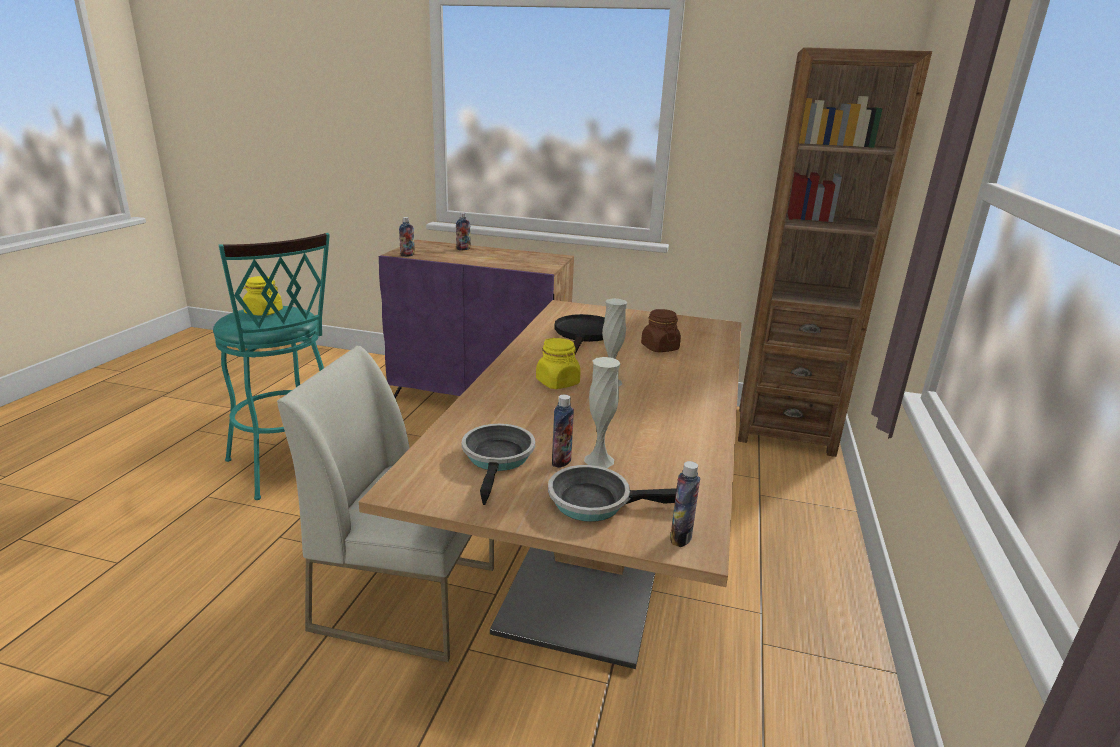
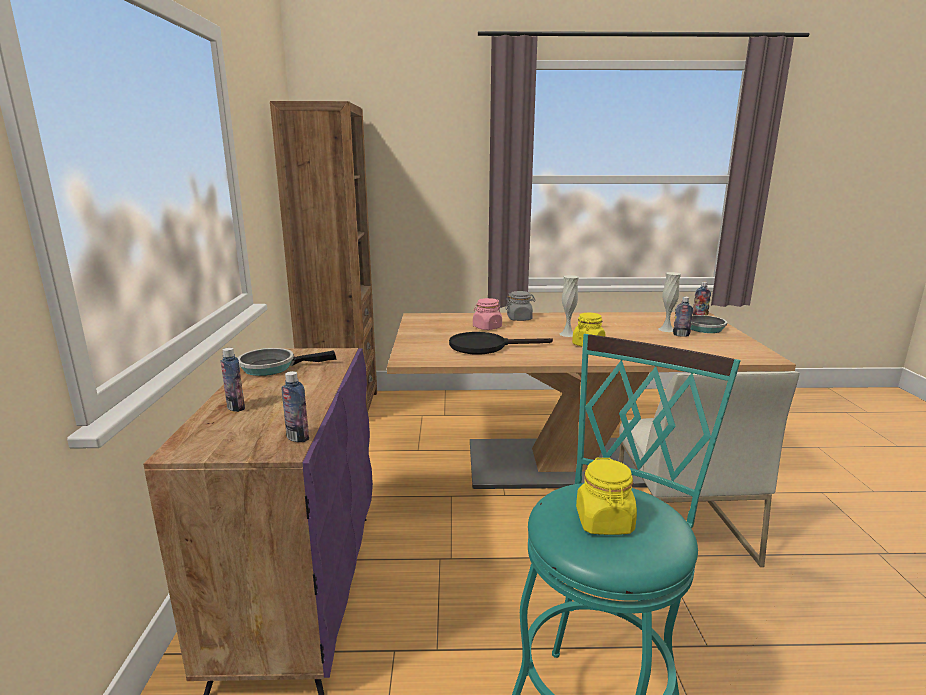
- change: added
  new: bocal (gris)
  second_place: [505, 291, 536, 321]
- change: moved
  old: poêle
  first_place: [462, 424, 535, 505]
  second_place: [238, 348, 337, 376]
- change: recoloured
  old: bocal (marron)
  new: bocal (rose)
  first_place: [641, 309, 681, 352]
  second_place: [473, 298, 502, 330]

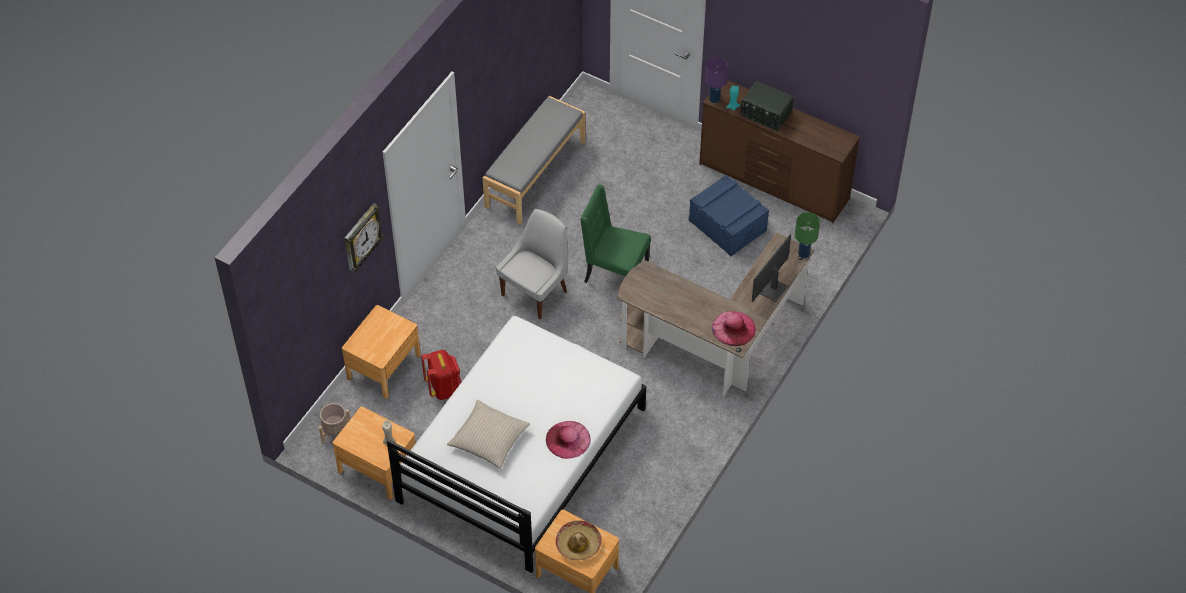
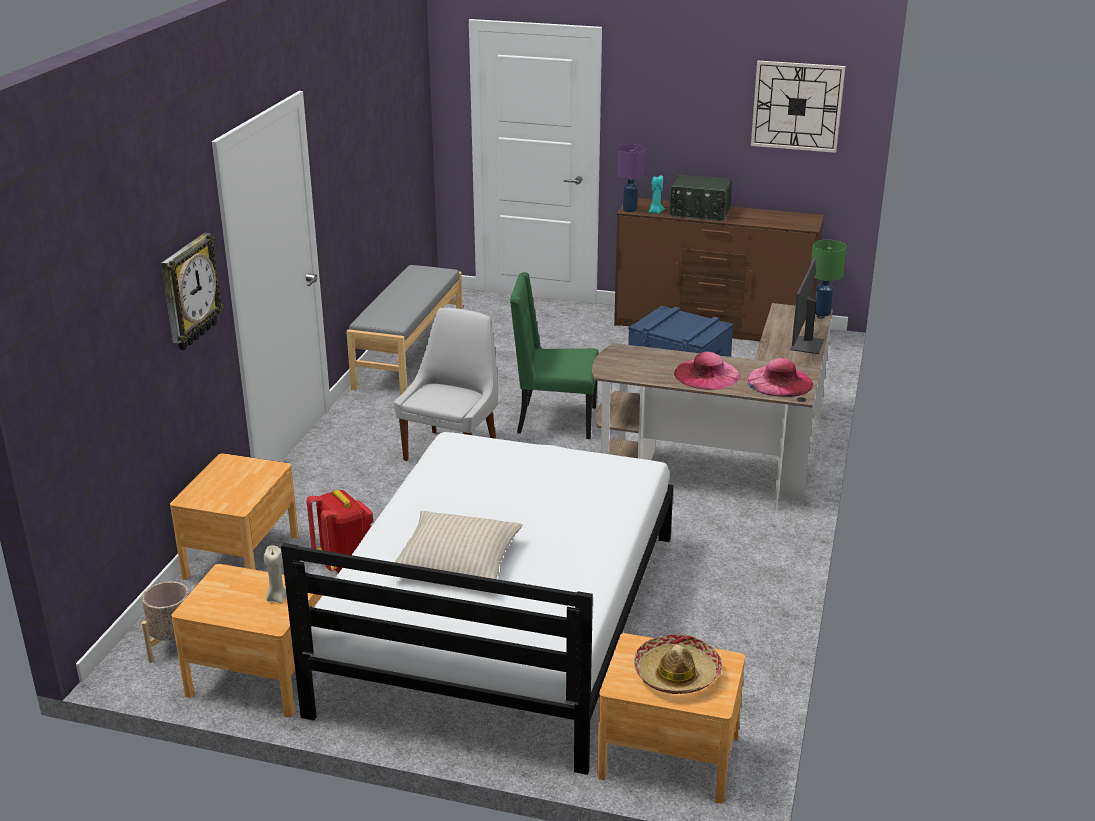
- change: added
  new: horloge murale
  second_place: [751, 61, 845, 153]
- change: moved
  old: chapeau (rose)
  first_place: [546, 421, 591, 459]
  second_place: [674, 352, 740, 390]

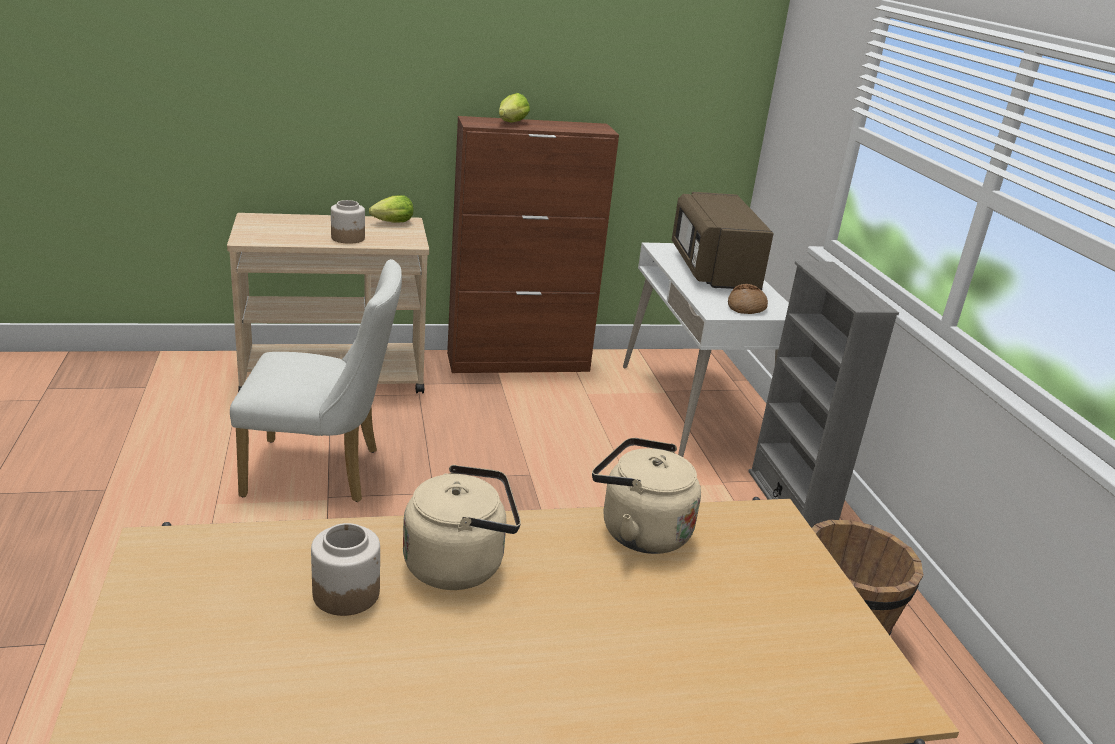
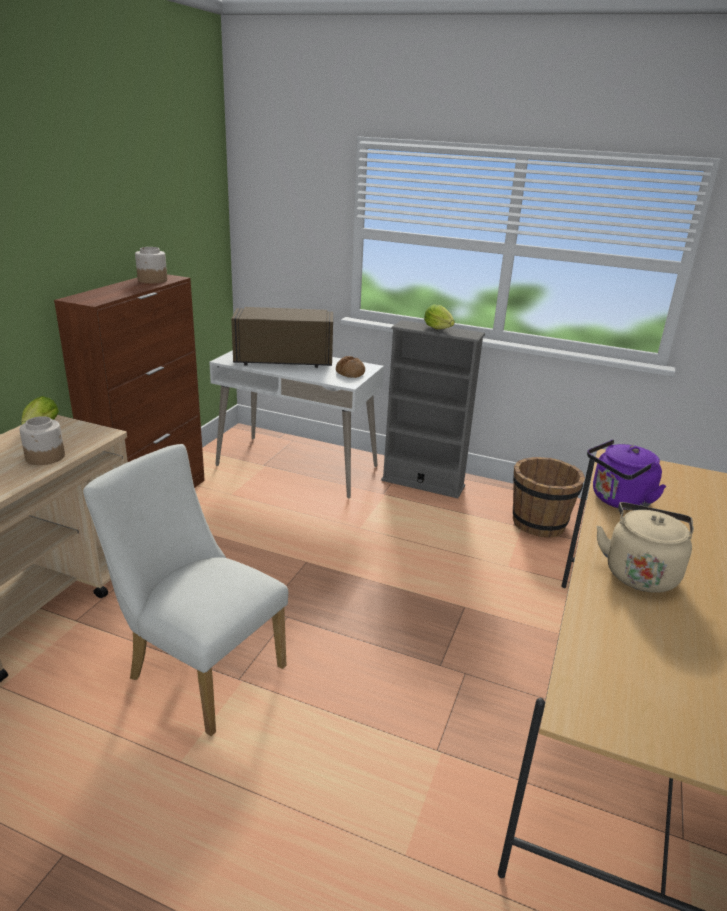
- change: moved
  old: bocal
  first_place: [311, 523, 380, 616]
  second_place: [135, 247, 167, 283]
- change: moved
  old: laitue
  first_place: [499, 93, 530, 123]
  second_place: [424, 304, 455, 329]
- change: recoloured
  old: bouilloire (beige)
  new: bouilloire (violet)
  first_place: [592, 438, 701, 554]
  second_place: [587, 440, 666, 510]
- change: turned
  old: chaise (blanc)
  first_place: [230, 259, 402, 502]
  second_place: [83, 444, 288, 736]
  degrees: -90
- change: turned
  old: micro-ondes (marron)
  first_place: [672, 192, 774, 290]
  second_place: [231, 307, 333, 368]
  degrees: 150

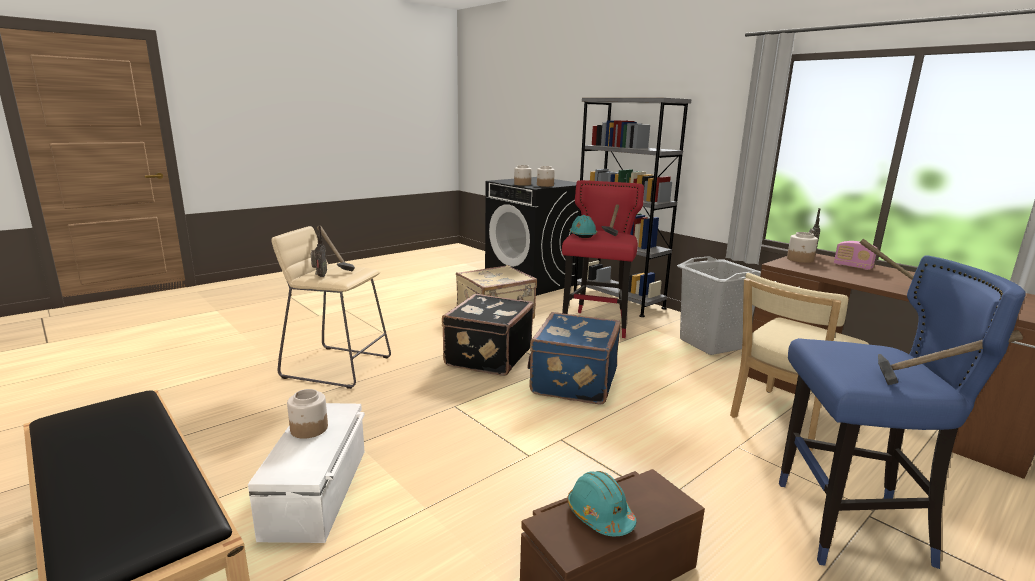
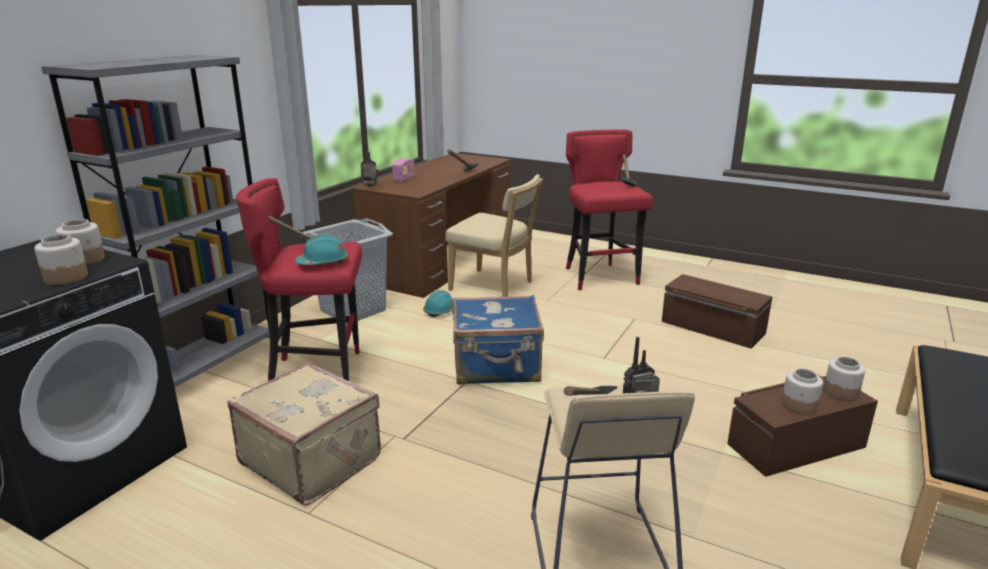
- change: removed
  old: valise (noir)
  first_place: [442, 294, 534, 376]
- change: moved
  old: casque de chantier (turquoise)
  first_place: [567, 471, 636, 536]
  second_place: [423, 290, 454, 317]
- change: moved
  old: bocal
  first_place: [787, 232, 818, 263]
  second_place: [824, 357, 865, 401]
- change: recoloured
  old: boîte de rangement (blanc)
  new: boîte de rangement (marron)
  first_place: [248, 403, 365, 543]
  second_place: [727, 375, 878, 477]
- change: recoloured
  old: tabouret (bleu)
  new: tabouret (rouge)
  first_place: [779, 255, 1026, 569]
  second_place: [566, 130, 653, 290]

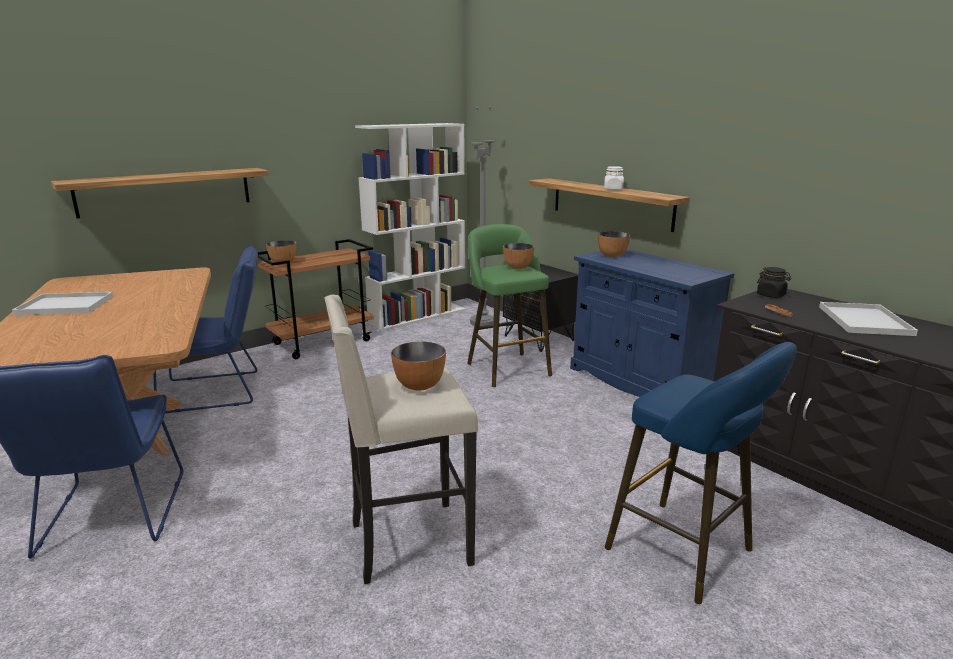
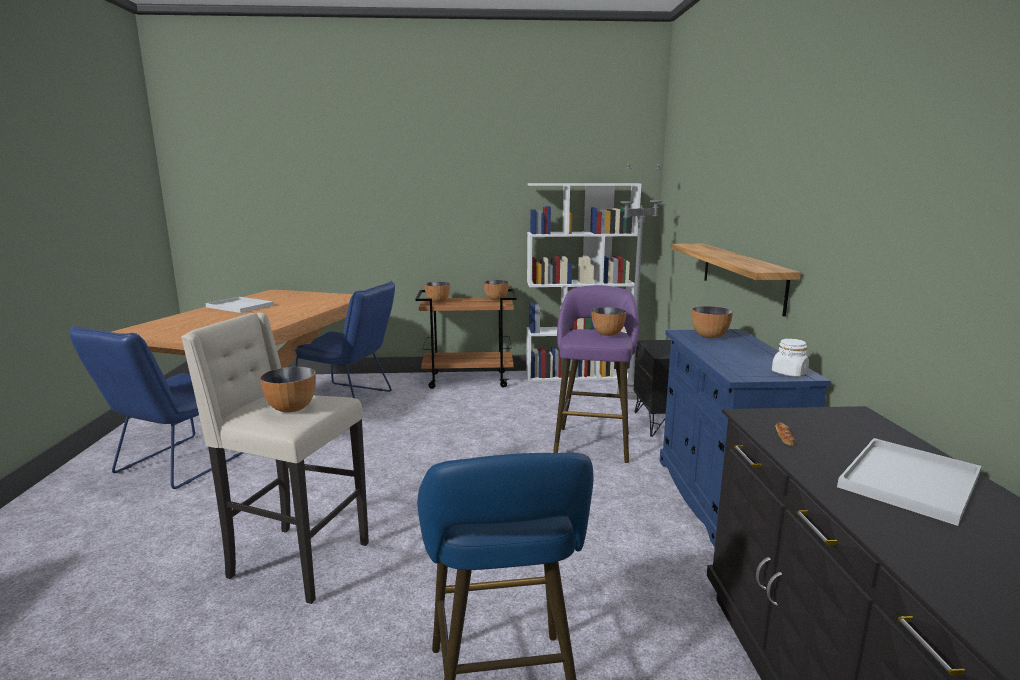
- change: removed
  old: étagère
  first_place: [51, 168, 269, 219]
- change: removed
  old: bocal (noir)
  first_place: [757, 267, 791, 298]
- change: added
  new: bol
  second_place: [484, 280, 509, 301]
- change: moved
  old: bocal (blanc)
  first_place: [604, 166, 624, 190]
  second_place: [772, 339, 809, 377]
- change: recoloured
  old: tabouret (vert)
  new: tabouret (violet)
  first_place: [467, 224, 552, 387]
  second_place: [553, 285, 639, 463]

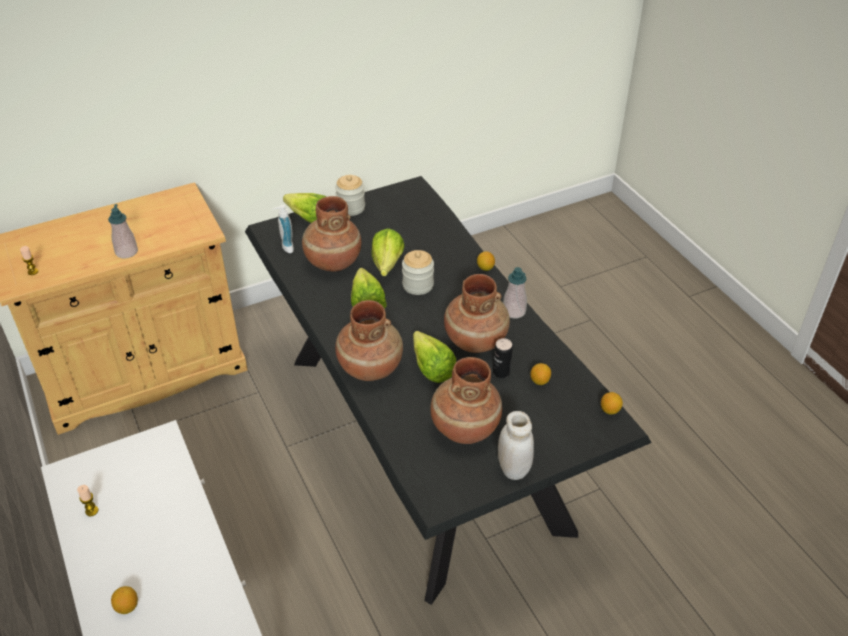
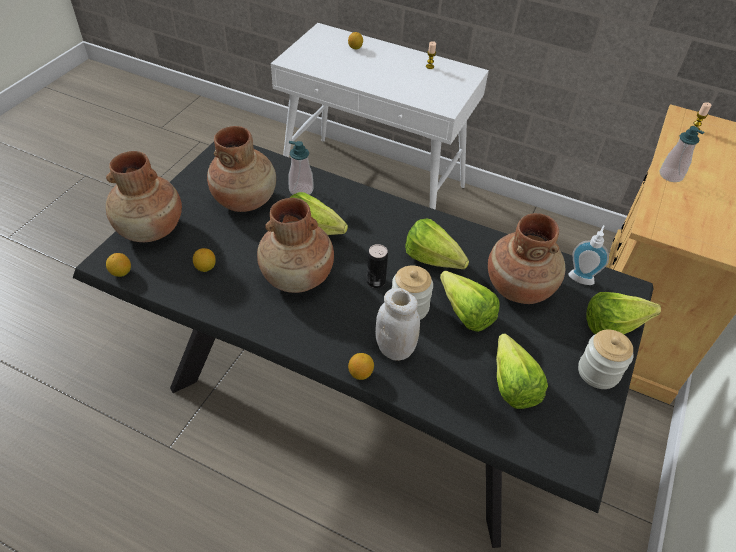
- change: added
  new: laitue
  second_place: [496, 334, 548, 409]
- change: moved
  old: vase (marron)
  first_place: [335, 300, 403, 381]
  second_place: [106, 151, 182, 242]
- change: moved
  old: boîte métallique
  first_place: [493, 338, 513, 378]
  second_place: [367, 244, 388, 288]
- change: moved
  old: bocal (blanc)
  first_place: [498, 411, 534, 480]
  second_place: [375, 288, 420, 361]
- change: moved
  old: distributeur de savon
  first_place: [503, 267, 527, 319]
  second_place: [288, 141, 314, 195]

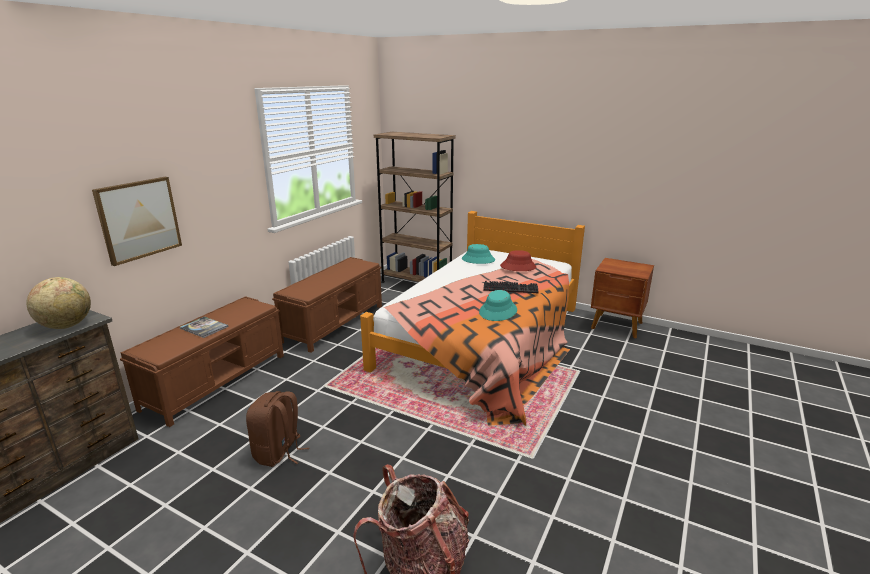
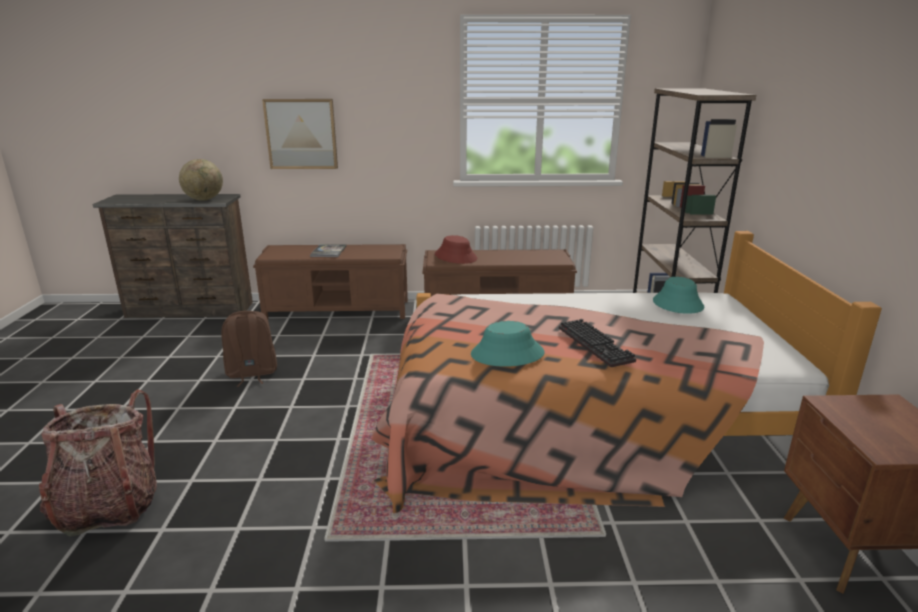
- change: moved
  old: chapeau (rouge)
  first_place: [500, 250, 536, 271]
  second_place: [435, 235, 477, 264]

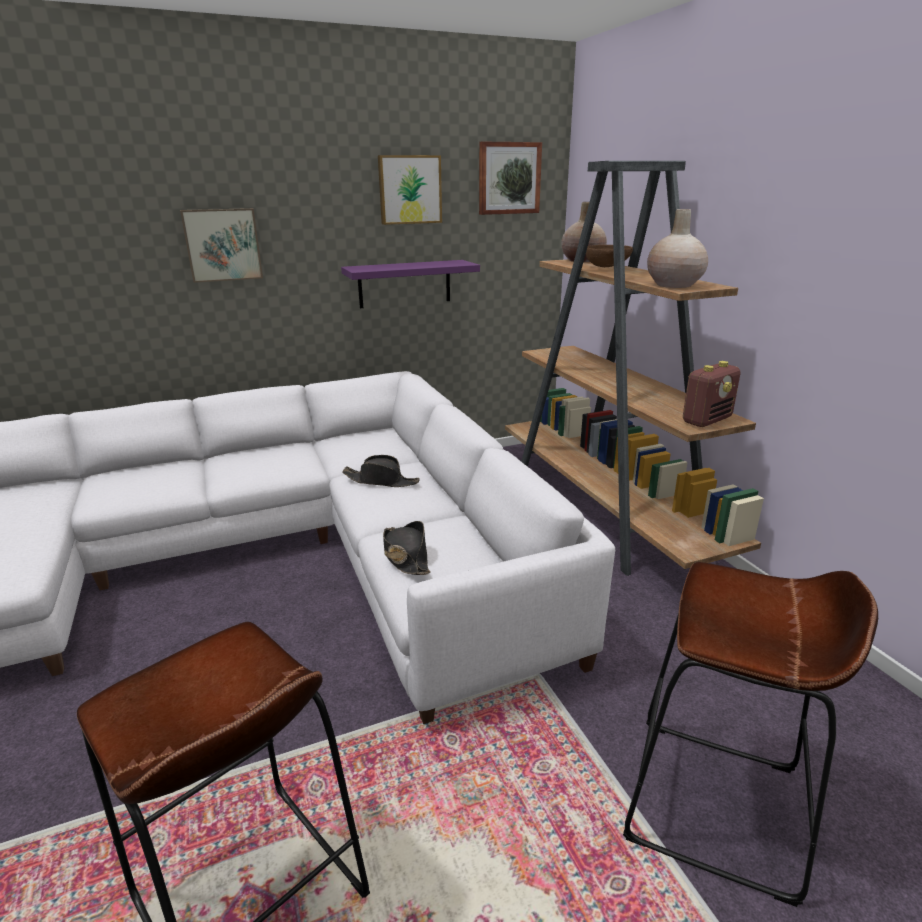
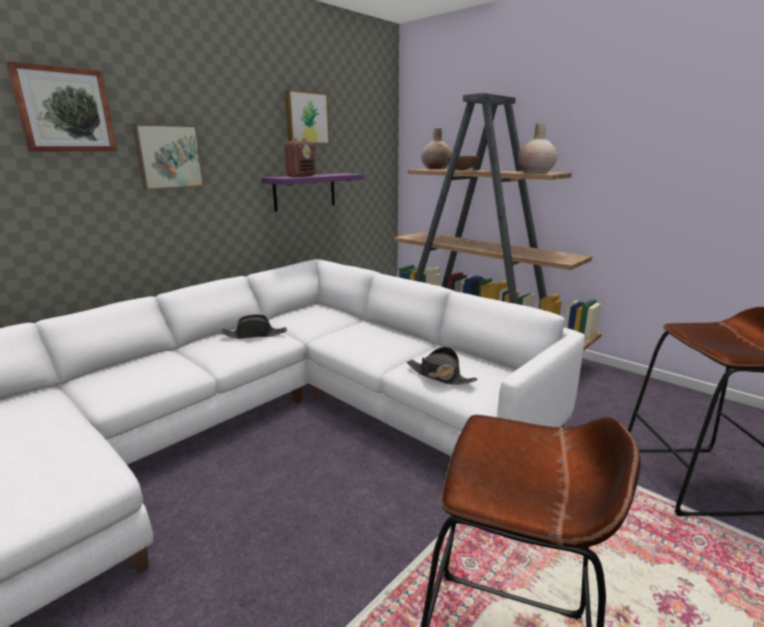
- change: moved
  old: chapeau (noir)
  first_place: [342, 455, 420, 487]
  second_place: [220, 314, 287, 339]
- change: moved
  old: tableau
  first_place: [479, 141, 542, 215]
  second_place: [6, 61, 117, 152]
- change: moved
  old: radio
  first_place: [683, 361, 741, 427]
  second_place: [284, 138, 316, 177]

